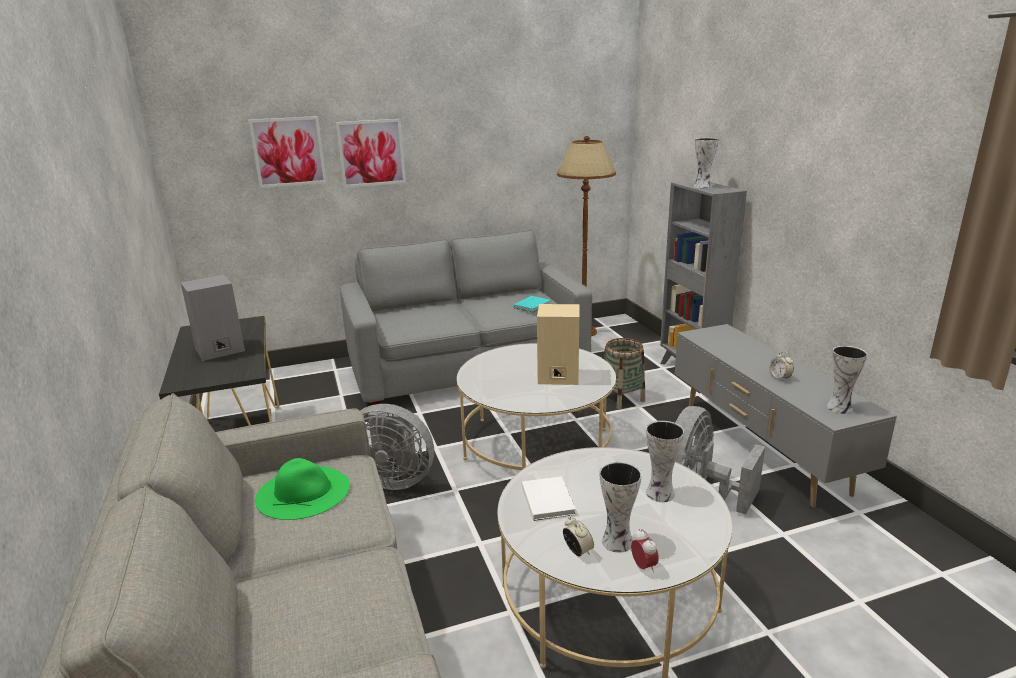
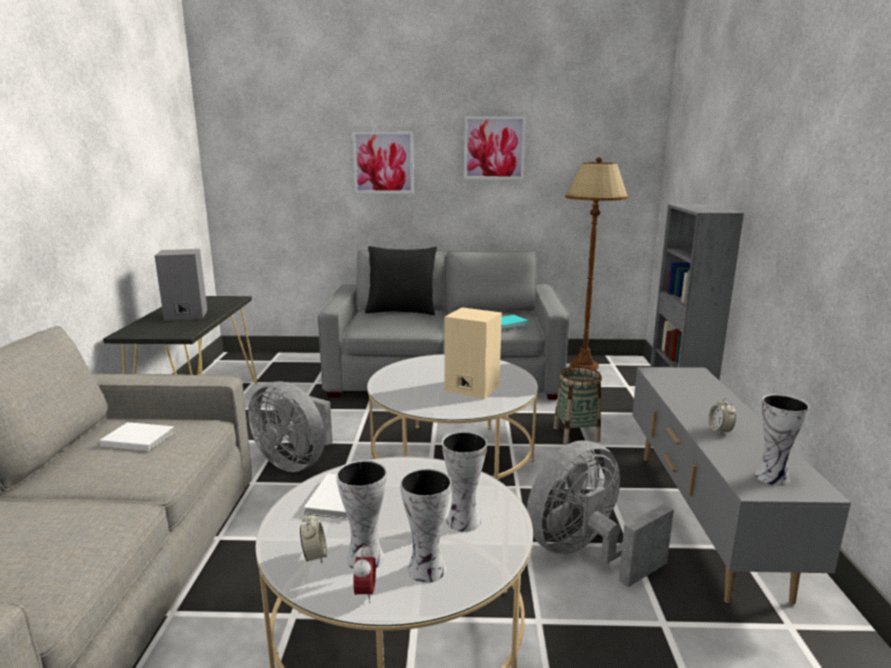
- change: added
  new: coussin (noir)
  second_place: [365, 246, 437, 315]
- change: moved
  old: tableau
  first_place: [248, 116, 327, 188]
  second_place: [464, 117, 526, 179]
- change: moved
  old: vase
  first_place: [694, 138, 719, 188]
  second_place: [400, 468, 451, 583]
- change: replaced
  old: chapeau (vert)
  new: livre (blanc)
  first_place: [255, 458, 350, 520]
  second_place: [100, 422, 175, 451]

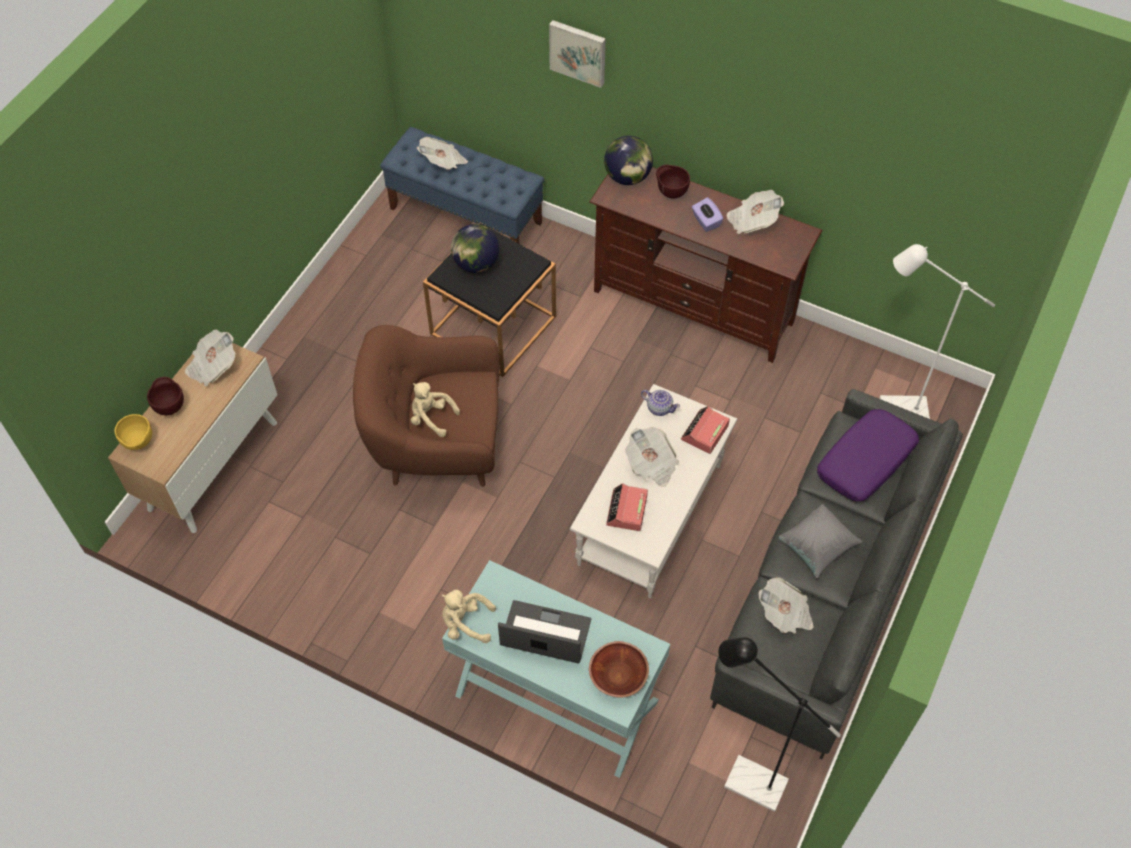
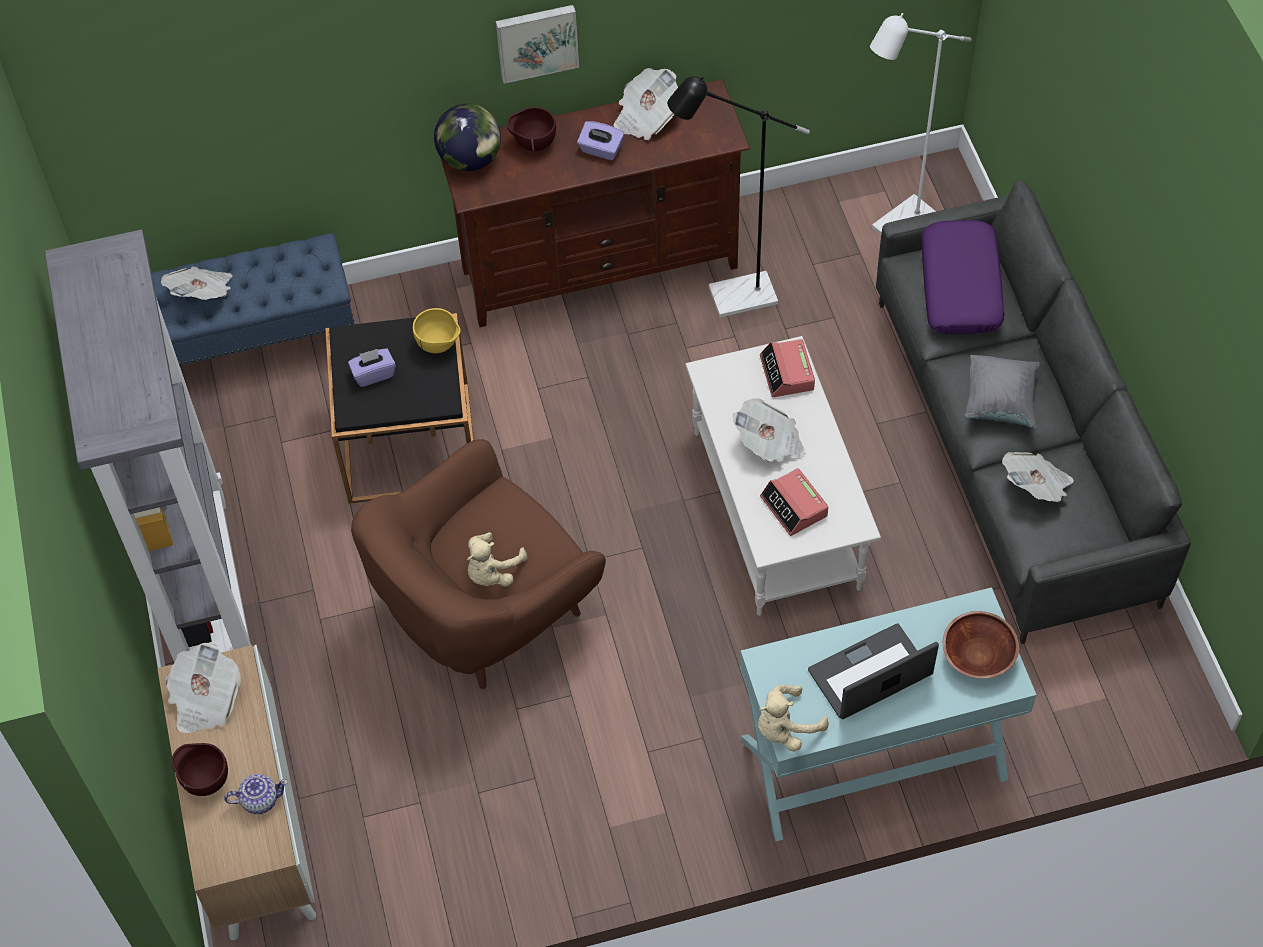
- change: added
  new: bibliothèque (gris)
  second_place: [45, 230, 251, 663]
- change: moved
  old: bol (jaune)
  first_place: [114, 414, 152, 450]
  second_place: [413, 308, 461, 353]
- change: moved
  old: tableau
  first_place: [549, 20, 606, 88]
  second_place: [496, 5, 579, 84]
- change: moved
  old: théière
  first_place: [641, 390, 680, 416]
  second_place: [224, 774, 288, 814]
- change: moved
  old: lampadaire (noir)
  first_place: [718, 637, 841, 812]
  second_place: [667, 76, 810, 317]
- change: replaced
  old: globe
  new: boîte à mouchoirs (violet)
  first_place: [451, 224, 499, 273]
  second_place: [348, 348, 396, 387]
- change: turned
  old: peluche (beige)
  first_place: [411, 382, 460, 437]
  second_place: [467, 532, 527, 587]
  degrees: -45

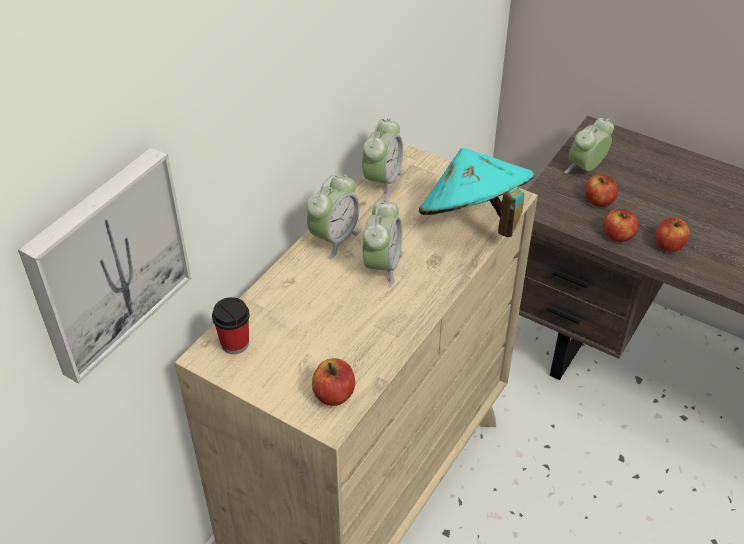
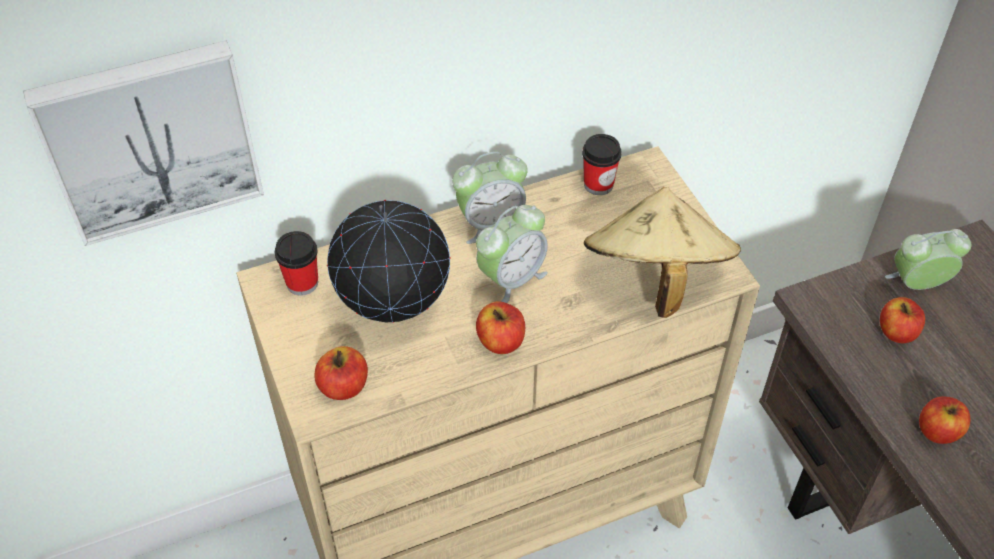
- change: added
  new: globe
  second_place: [327, 200, 451, 323]
- change: moved
  old: pomme
  first_place: [603, 209, 639, 242]
  second_place: [476, 301, 525, 354]
- change: replaced
  old: réveil
  new: tasse
  first_place: [362, 118, 404, 199]
  second_place: [582, 134, 622, 195]
- change: recoloured
  old: chapeau (turquoise)
  new: chapeau (beige)
  first_place: [419, 148, 534, 238]
  second_place: [584, 187, 741, 318]

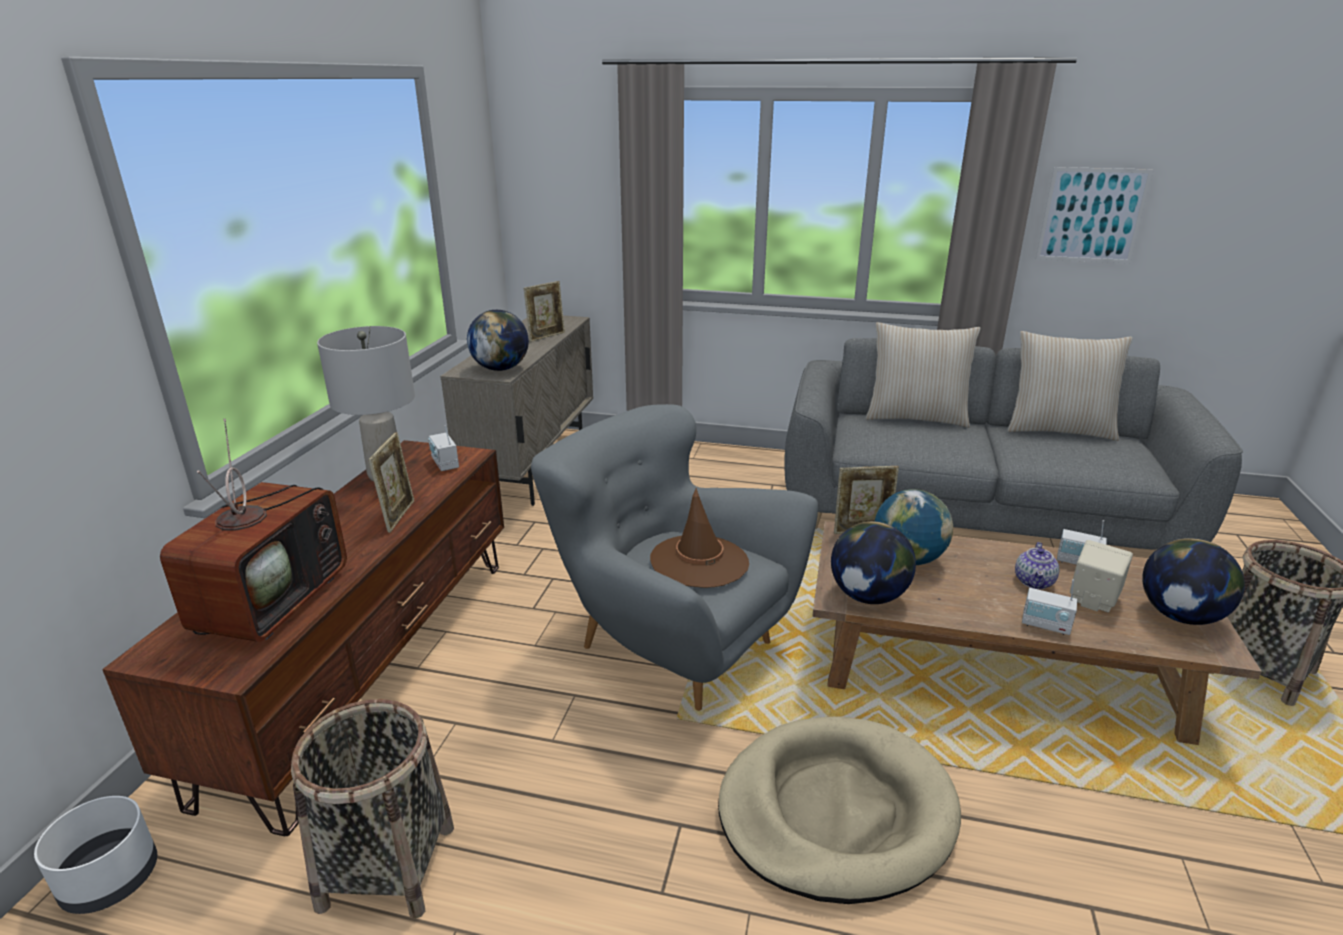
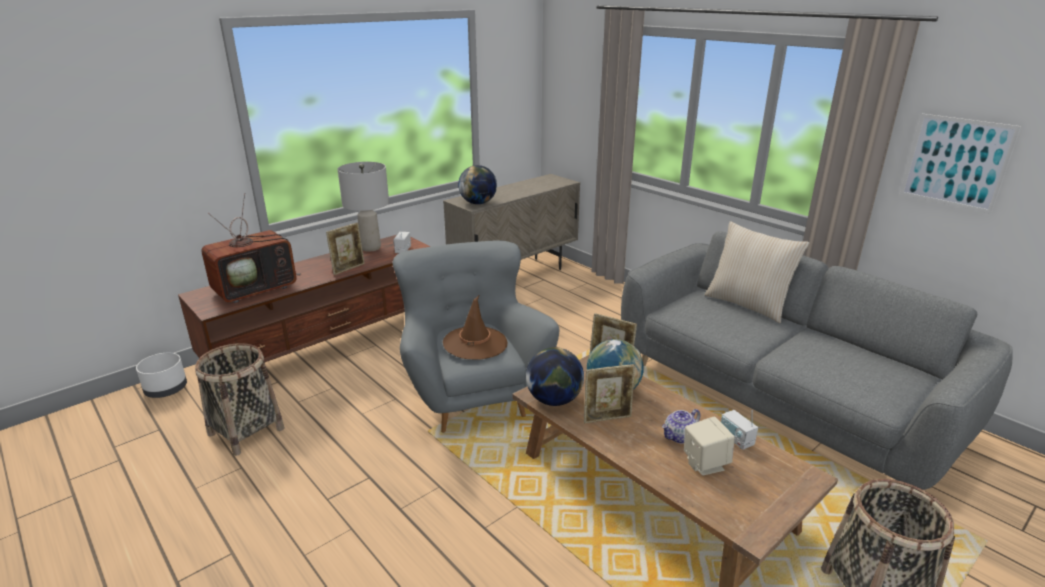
- change: removed
  old: panier pour chien (beige)
  first_place: [718, 716, 961, 904]
- change: removed
  old: coussin (beige)
  first_place: [1008, 331, 1133, 441]
- change: removed
  old: radio
  first_place: [1022, 579, 1077, 635]
- change: removed
  old: globe
  first_place: [1142, 538, 1245, 625]
- change: moved
  old: cadre photo
  first_place: [524, 281, 565, 342]
  second_place: [584, 364, 635, 423]

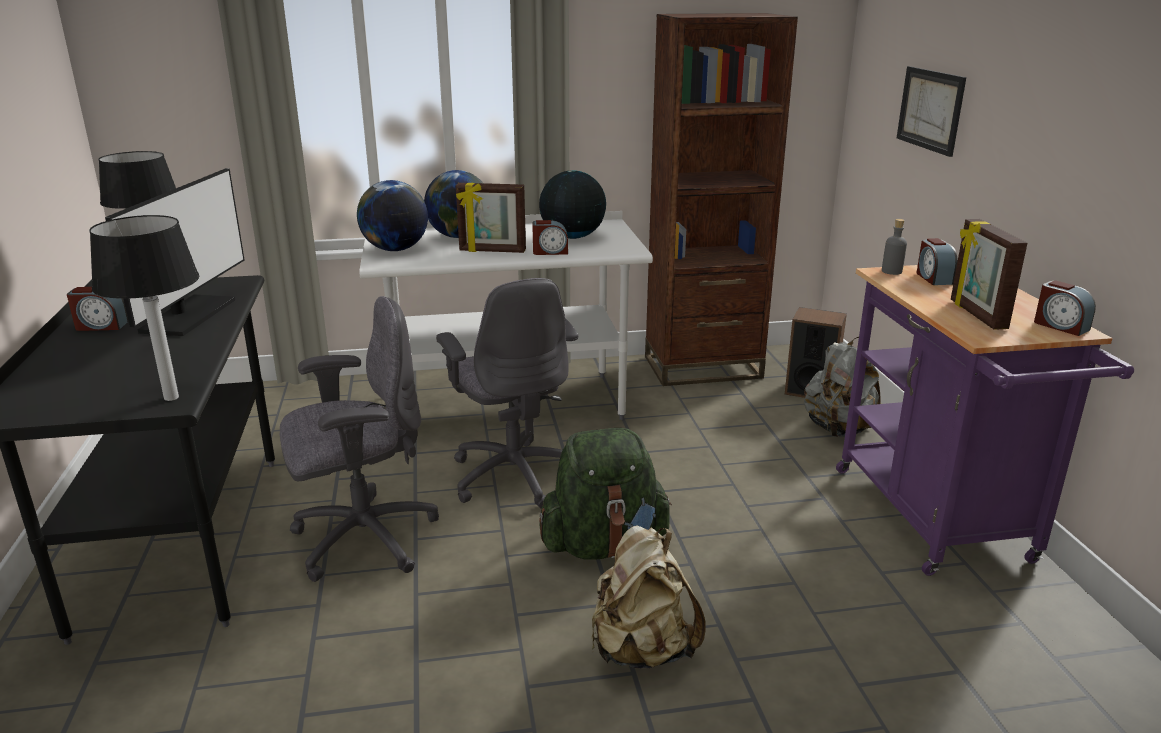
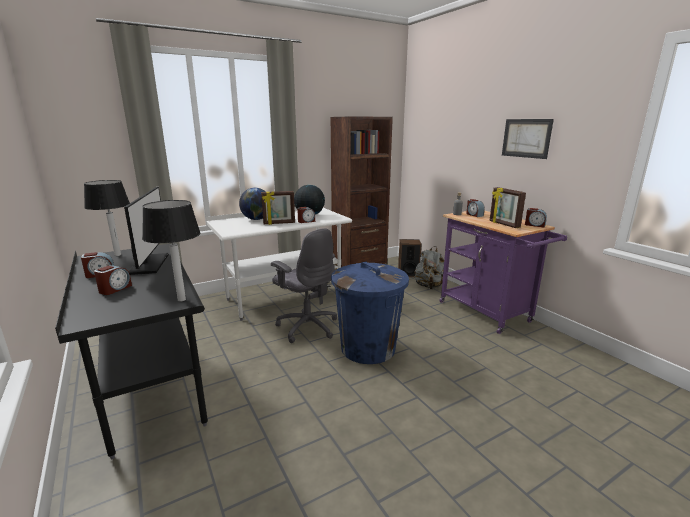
- change: removed
  old: chaise de bureau (gris)
  first_place: [280, 296, 439, 582]
- change: removed
  old: globe
  first_place: [357, 180, 428, 251]
- change: removed
  old: sac à dos (beige)
  first_place: [591, 525, 706, 669]
- change: added
  new: réveil
  second_place: [94, 265, 132, 295]
- change: moved
  old: tableau
  first_place: [897, 66, 966, 157]
  second_place: [502, 119, 554, 159]
- change: replaced
  old: sac à dos (vert)
  new: poubelle (bleu)
  first_place: [539, 428, 672, 560]
  second_place: [331, 262, 409, 364]

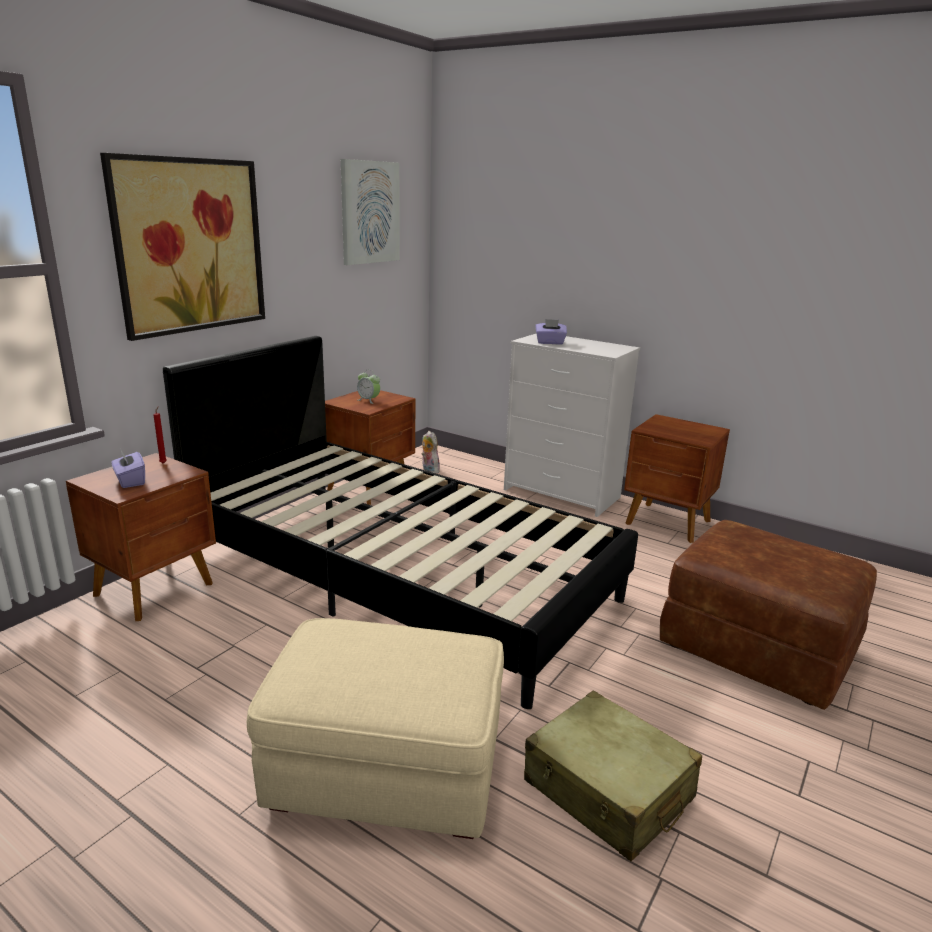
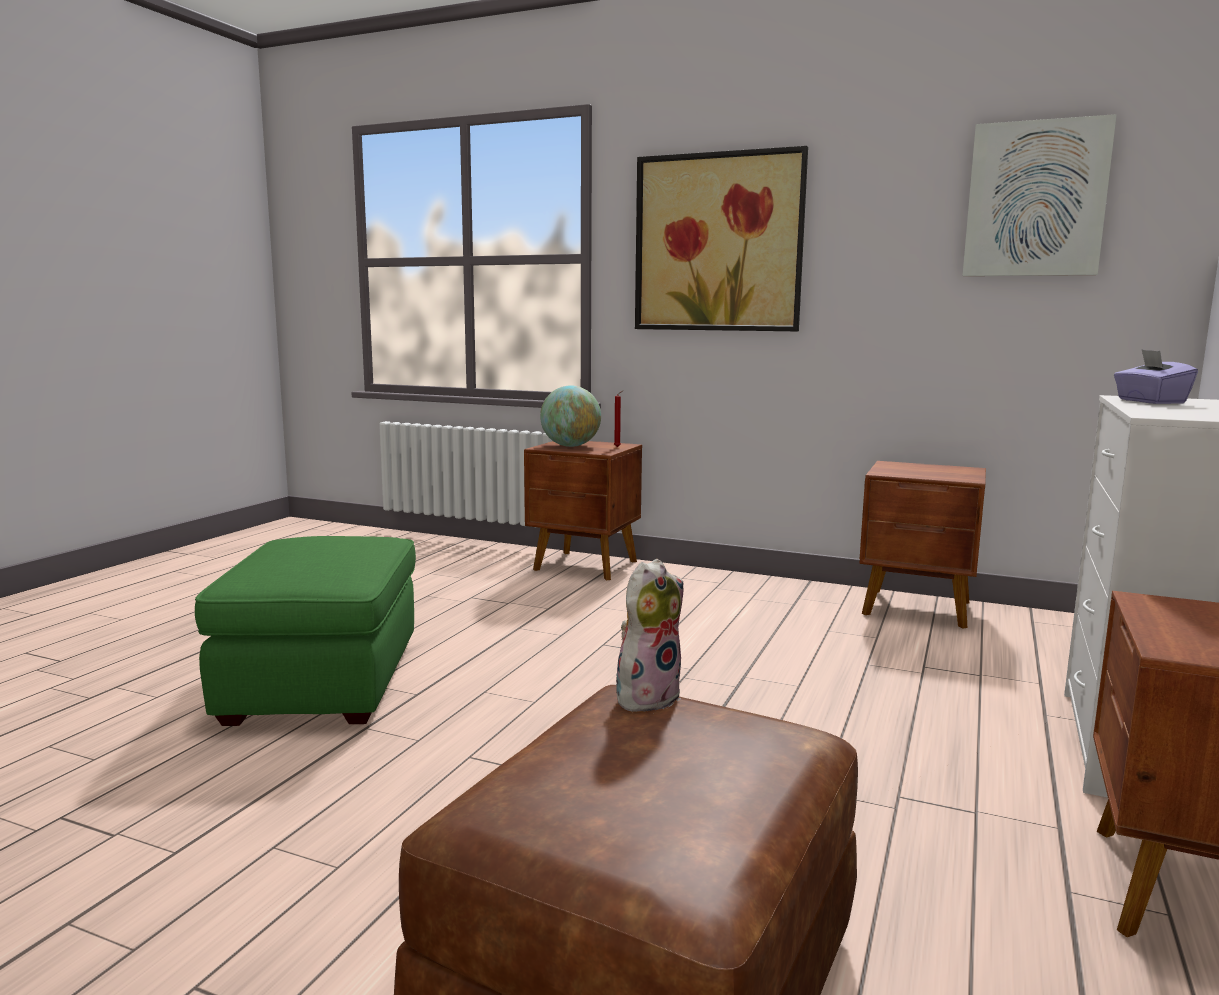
- change: removed
  old: lit (noir)
  first_place: [163, 336, 638, 709]
- change: removed
  old: réveil
  first_place: [357, 370, 380, 404]
- change: removed
  old: valise (beige)
  first_place: [524, 690, 702, 862]
- change: moved
  old: peluche
  first_place: [422, 431, 440, 474]
  second_place: [616, 559, 684, 712]
- change: replaced
  old: boîte à mouchoirs (violet)
  new: globe
  first_place: [111, 448, 145, 488]
  second_place: [540, 386, 601, 447]
- change: recoloured
  old: pouf (beige)
  new: pouf (vert)
  first_place: [247, 618, 504, 839]
  second_place: [195, 536, 416, 726]

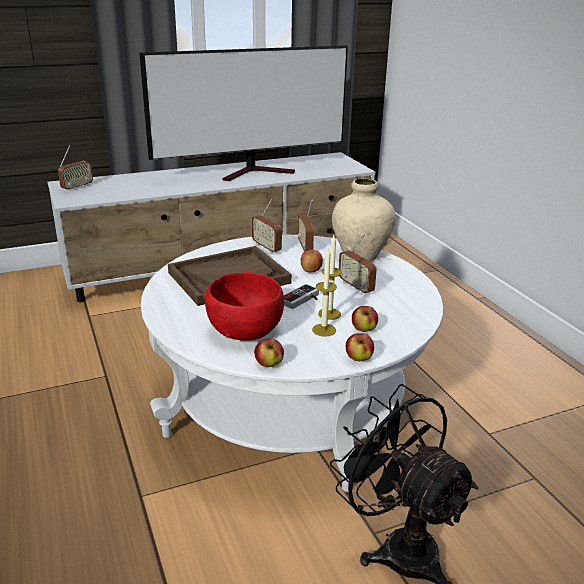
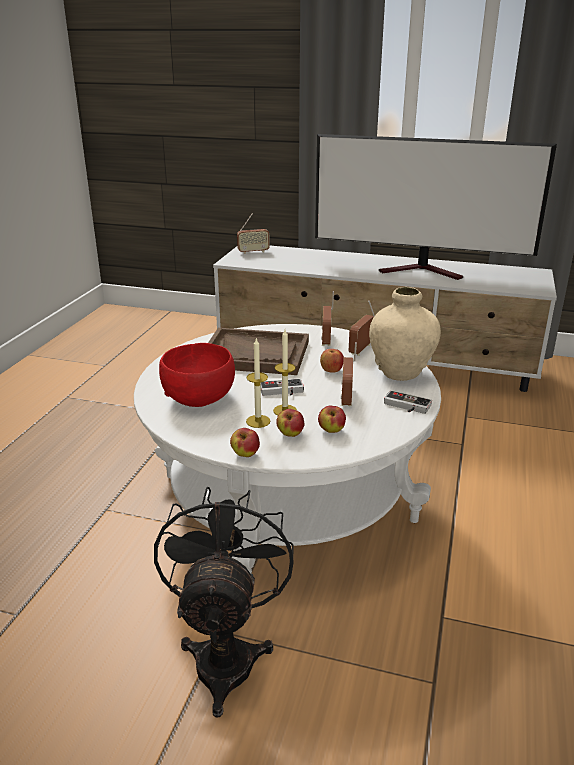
- change: added
  new: manette
  second_place: [384, 390, 432, 414]
- change: moved
  old: pomme
  first_place: [254, 338, 284, 367]
  second_place: [318, 406, 346, 433]

